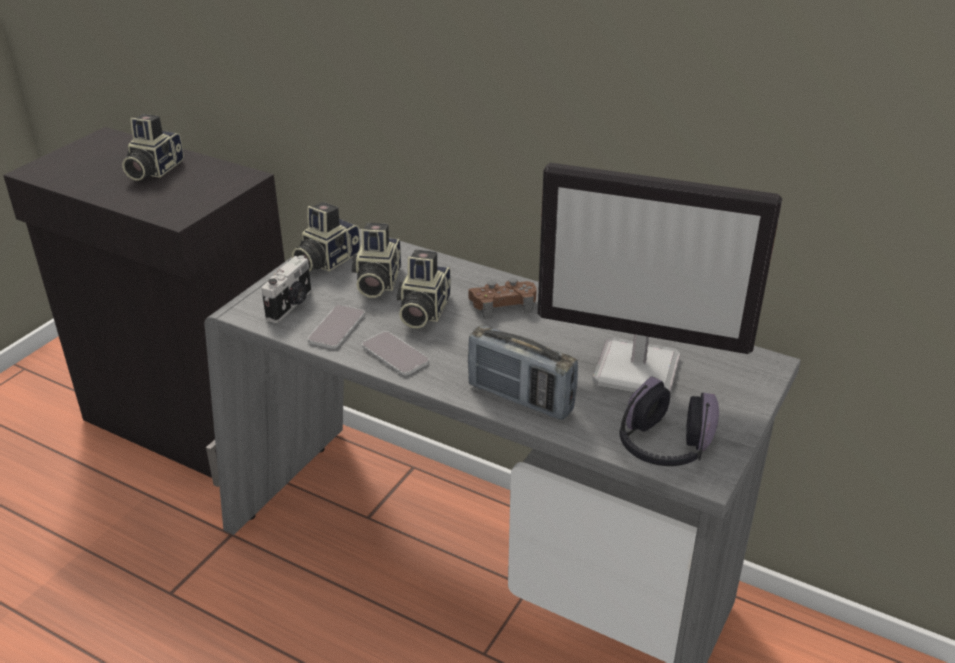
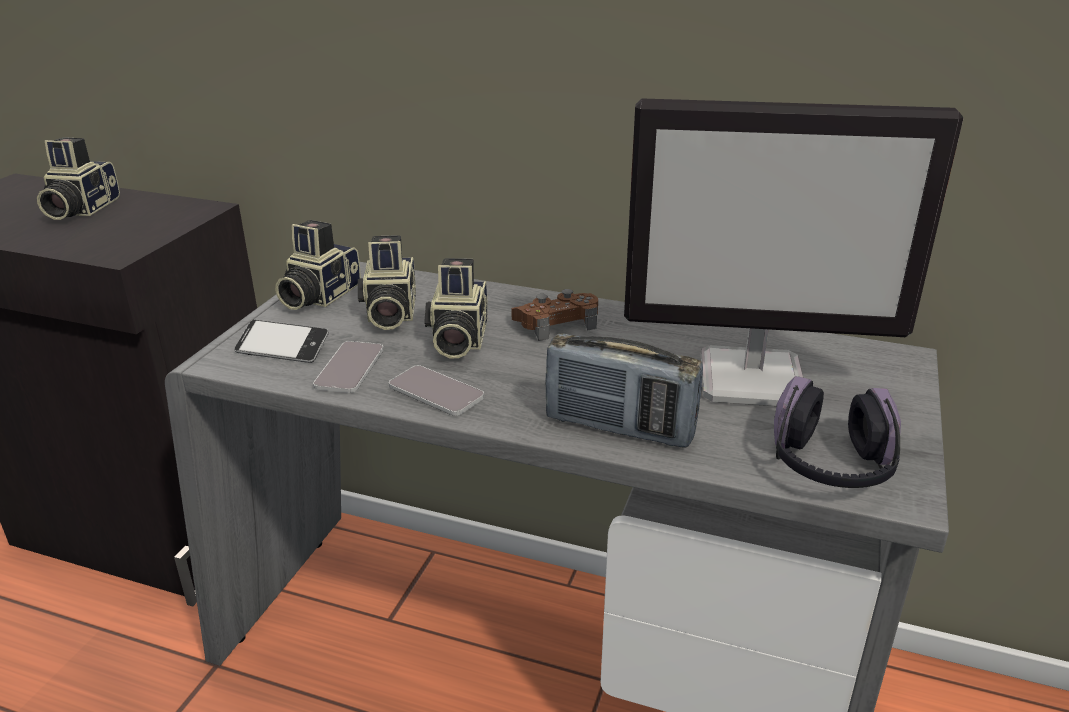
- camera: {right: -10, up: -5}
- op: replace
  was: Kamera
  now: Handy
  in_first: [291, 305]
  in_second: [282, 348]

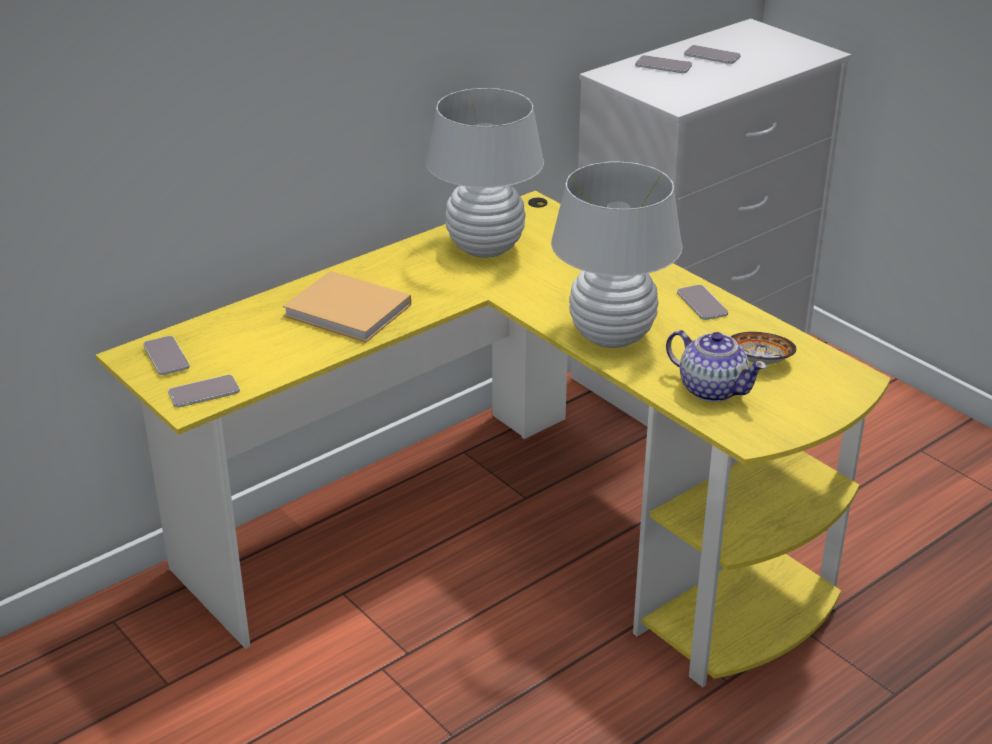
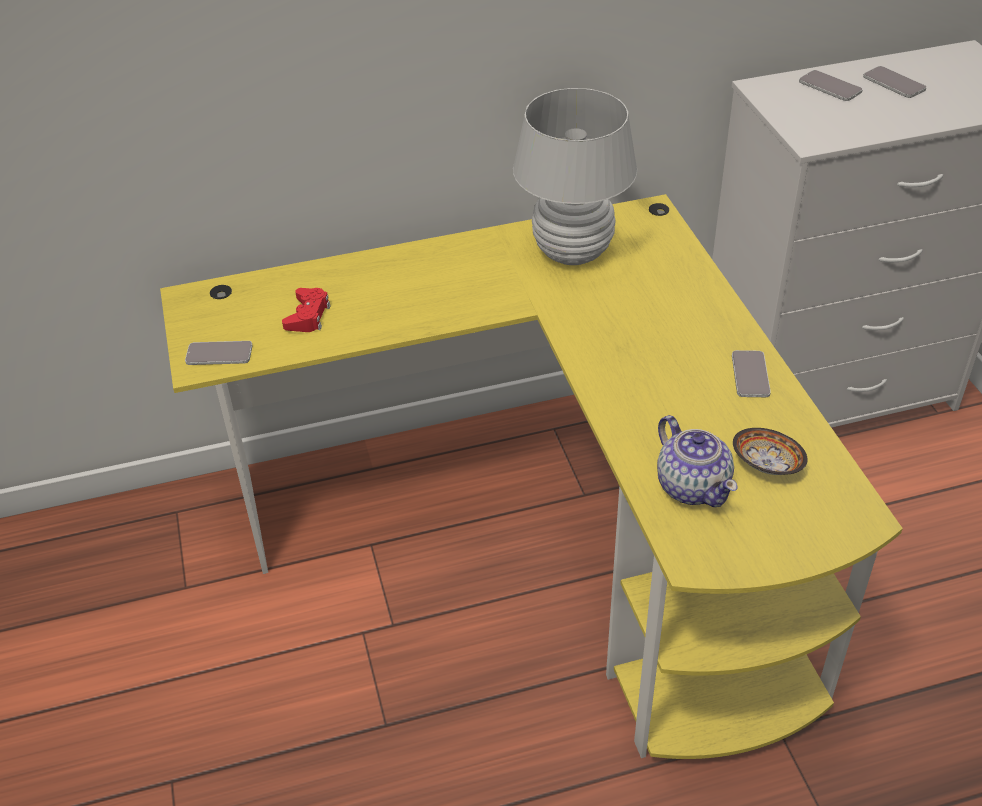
- camera: {right: 25, up: 10}
- op: insert
  now: Gamepad (rot)
  in_second: [308, 316]
- op: delete
  was: Handy
  in_first: [166, 357]
- op: delete
  was: Buch (beige)
  in_first: [350, 311]
- op: delete
  was: Tischlampe (weiß)
  in_first: [611, 336]

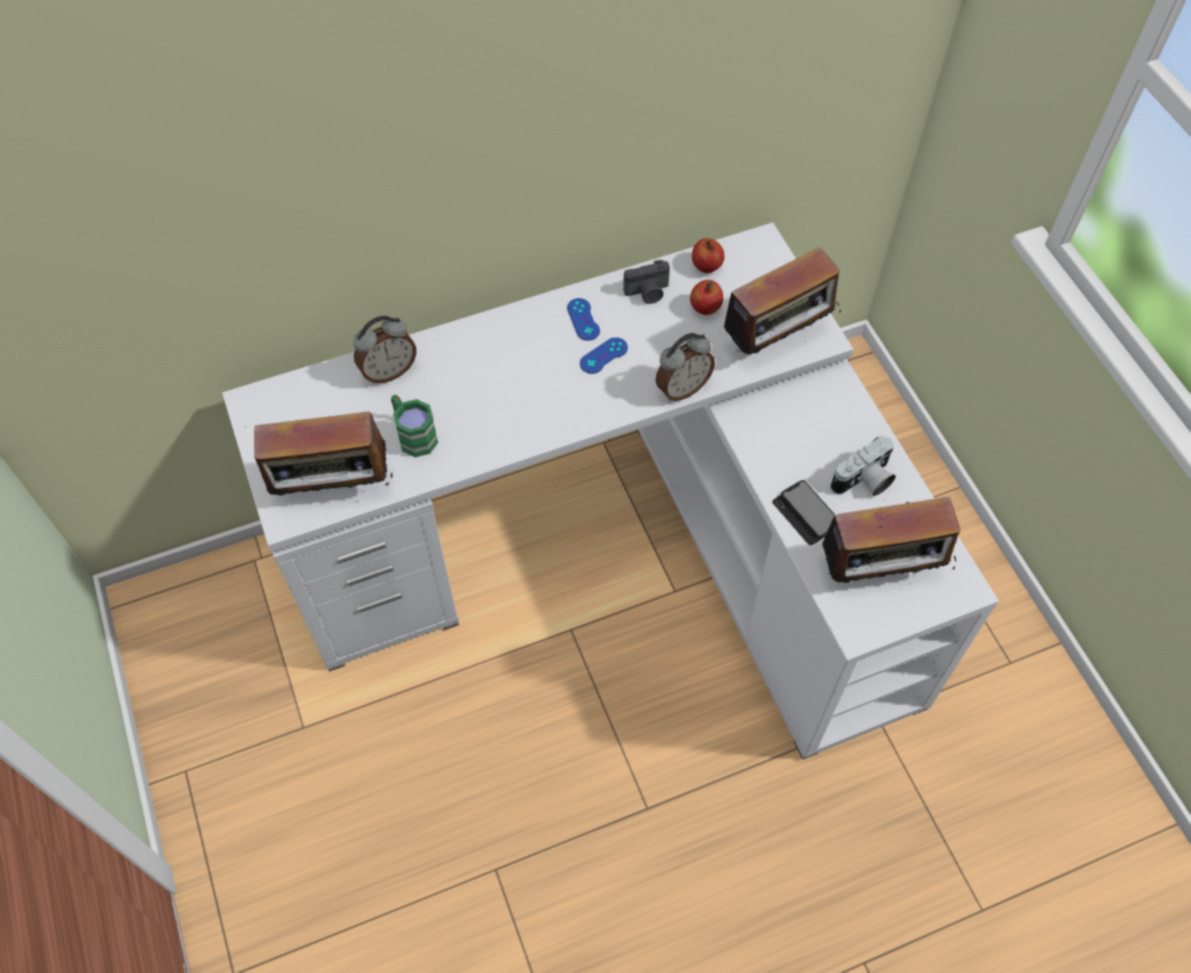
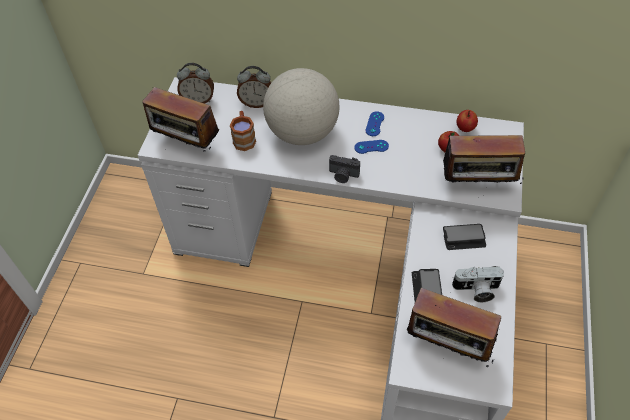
- camera: {right: 35, up: -5}
- op: move
  was: Wecker
  in_first: [682, 388]
  in_second: [198, 100]
- op: recolor
  was: Henkelbecher (grün)
  now: Henkelbecher (braun)
  in_first: [413, 434]
  in_second: [244, 138]
- op: insert
  now: Globus
  in_second: [302, 132]
- op: move
  was: Kamera
  in_first: [648, 293]
  in_second: [343, 175]
- op: insert
  now: Handy
  in_second: [464, 237]

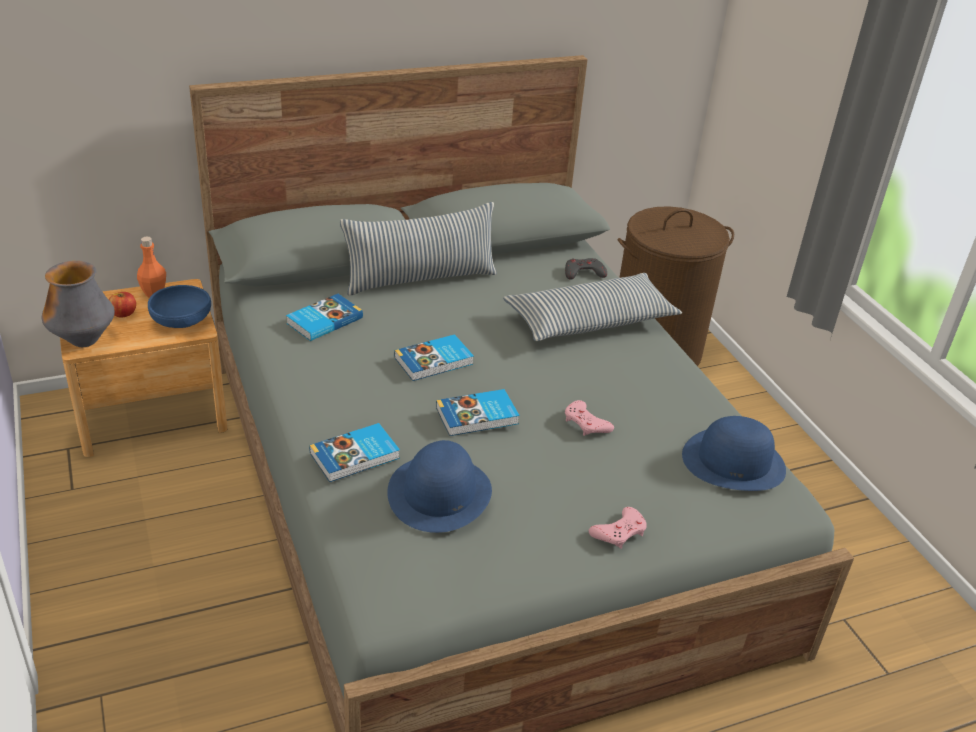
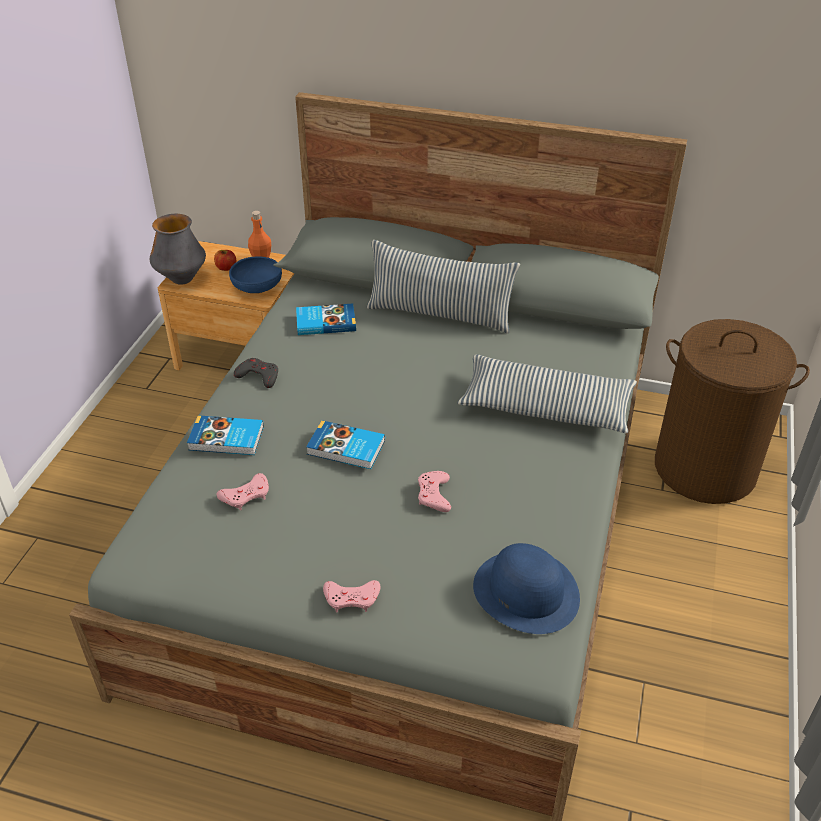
- camera: {right: 40, up: 5}
- op: replace
  was: Hut (blau)
  now: Gamepad (rosa)
  in_first: [439, 493]
  in_second: [246, 495]
- op: move
  was: Gamepad (grau)
  in_first: [583, 273]
  in_second: [258, 376]
- op: delete
  was: Buch
  in_first: [435, 361]

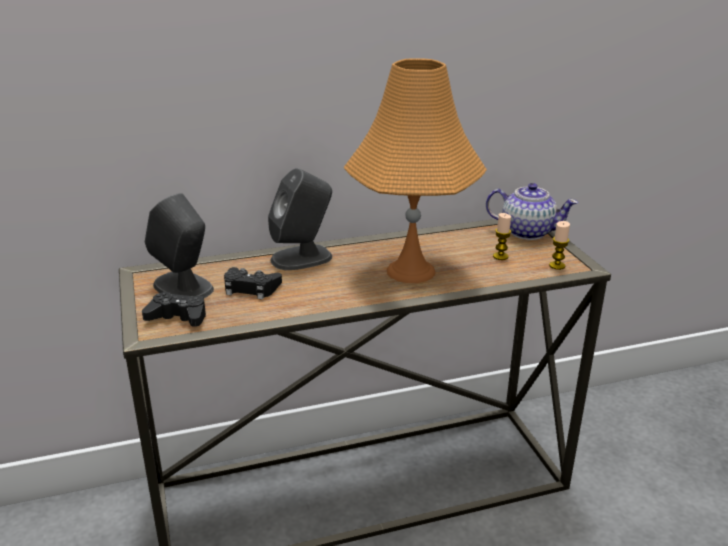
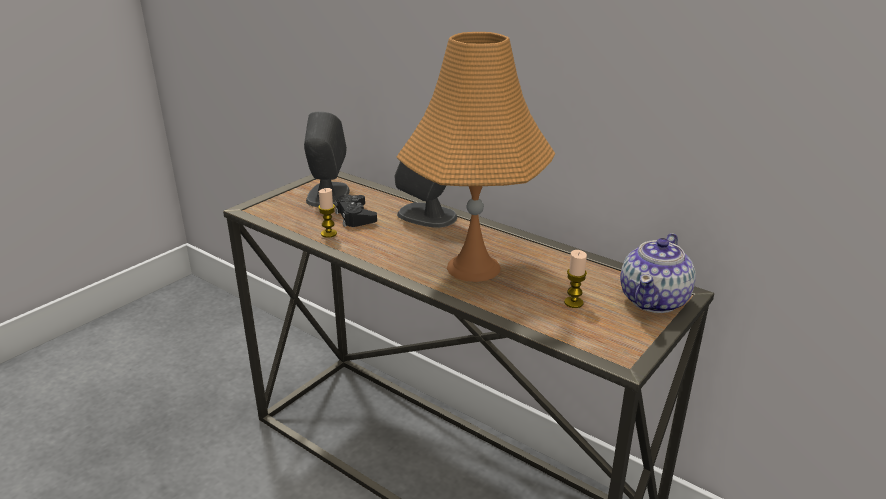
- camera: {right: 55, up: 0}
- op: move
  was: Kerze
  in_first: [557, 266]
  in_second: [328, 233]
- op: rotate
  was: Teekanne
  in_first: [526, 232]
  in_second: [654, 300]
  clockwise: 45
- op: delete
  was: Gamepad (schwarz)
  in_first: [178, 317]

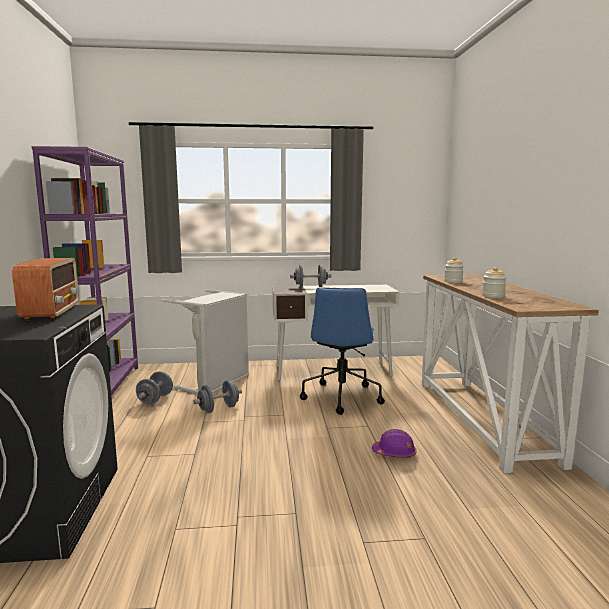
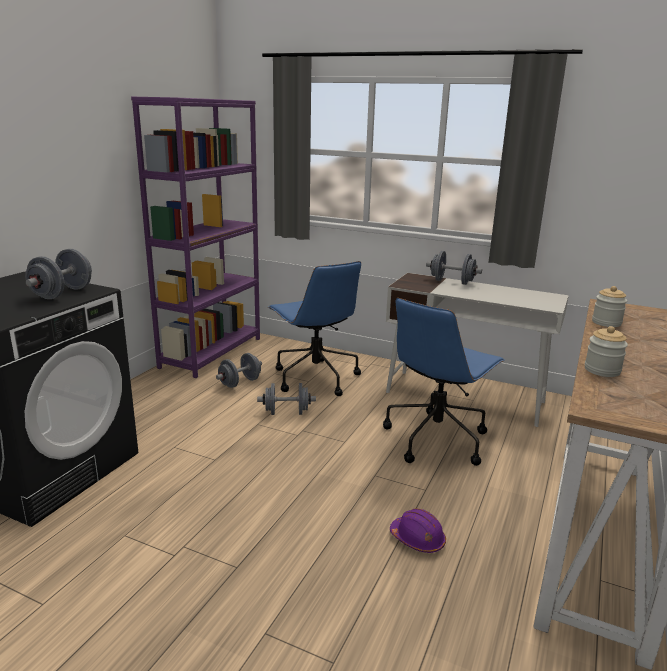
- camera: {right: 30, up: 10}
- op: replace
  was: Radio
  now: Hantel (grau)
  in_first: [52, 312]
  in_second: [62, 293]
- op: replace
  was: Wäschekorb (grau)
  now: Bürostuhl (blau)
  in_first: [215, 382]
  in_second: [315, 377]

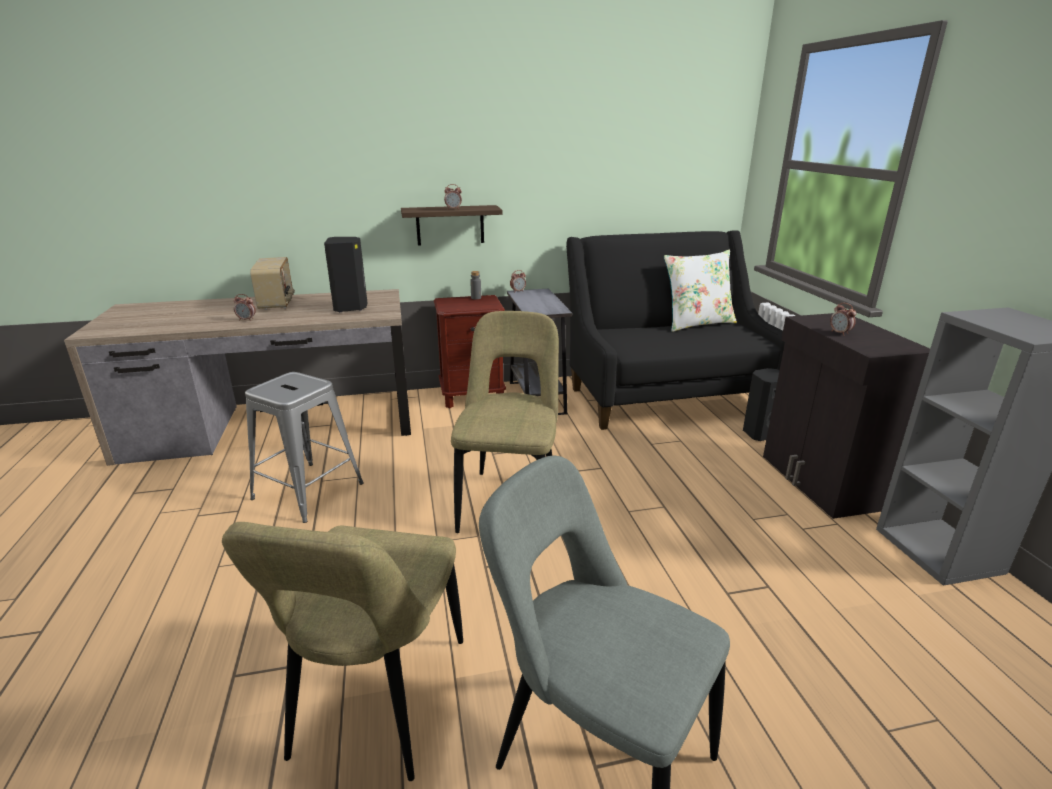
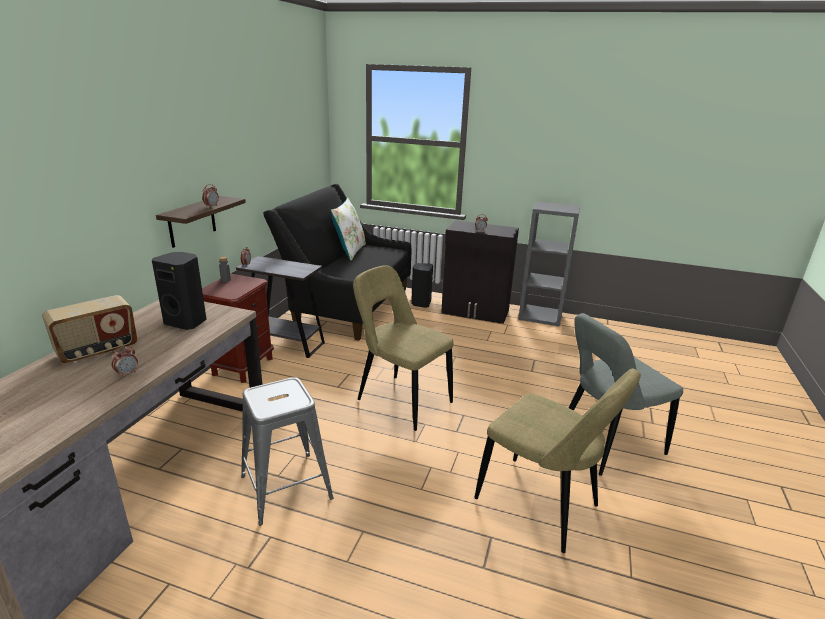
- camera: {right: -60, up: 0}
- op: rotate
  was: Radio
  in_first: [277, 303]
  in_second: [98, 351]
  clockwise: 120

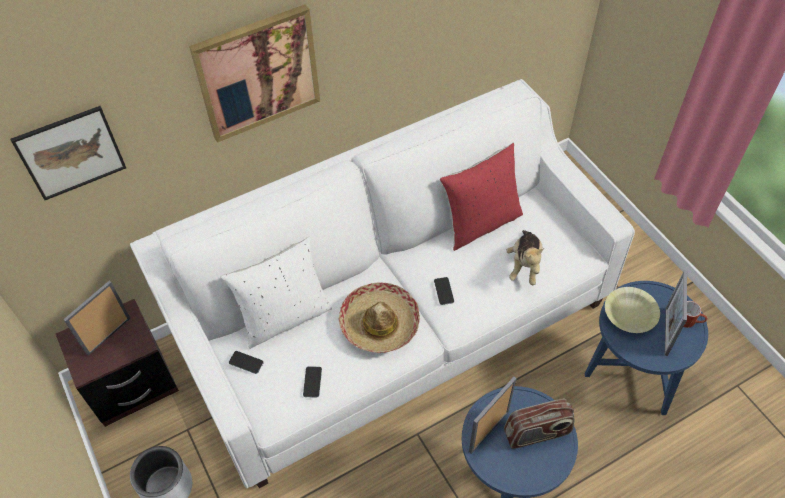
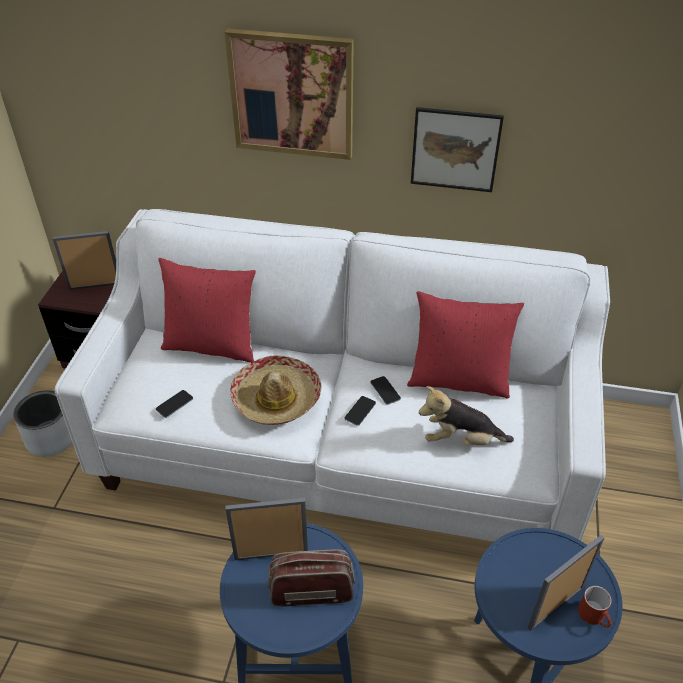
- camera: {right: 40, up: -10}
- op: recolor
  was: Kissen (weiß)
  now: Kissen (rot)
  in_first: [284, 317]
  in_second: [212, 345]
- op: rotate
  was: Radio
  in_first: [537, 433]
  in_second: [311, 592]
  clockwise: 150
- op: move
  was: Handy
  in_first: [246, 362]
  in_second: [385, 390]
- op: move
  was: Bild
  in_first: [71, 153]
  in_second: [455, 149]
- op: rotate
  was: Plüschtier
  in_first: [524, 265]
  in_second: [461, 440]
  clockwise: 45
- op: delete
  was: Schüssel (gelb)
  in_first: [630, 314]

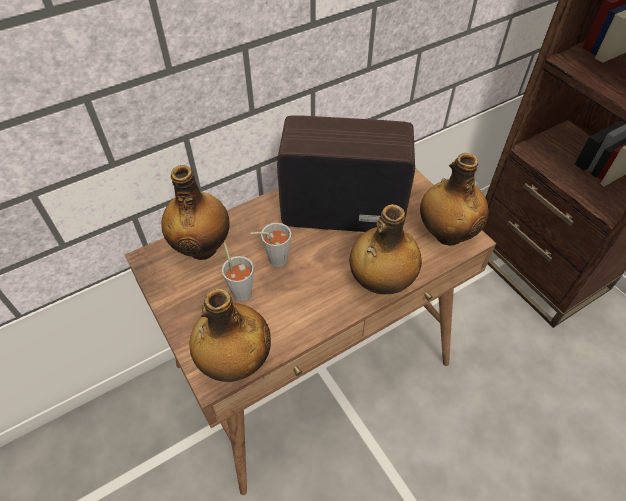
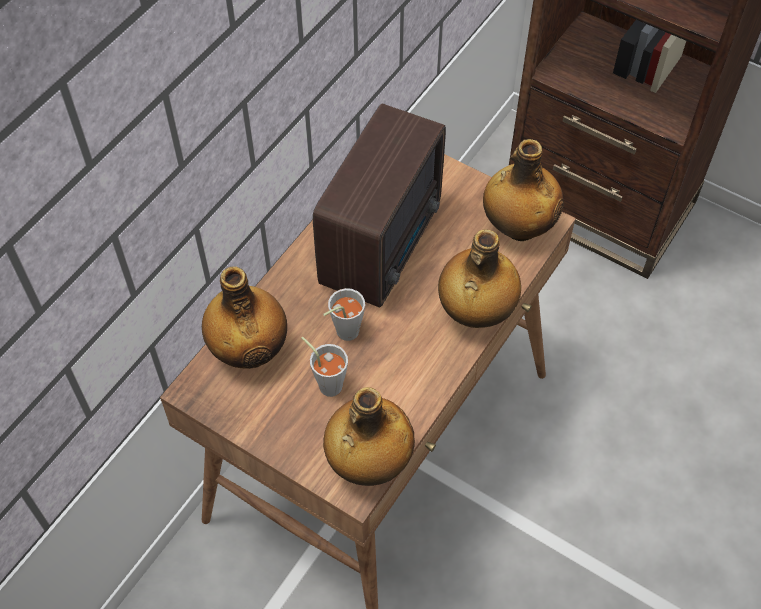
- camera: {right: -25, up: 5}
- op: rotate
  was: Radio
  in_first: [339, 211]
  in_second: [385, 243]
  clockwise: 135

